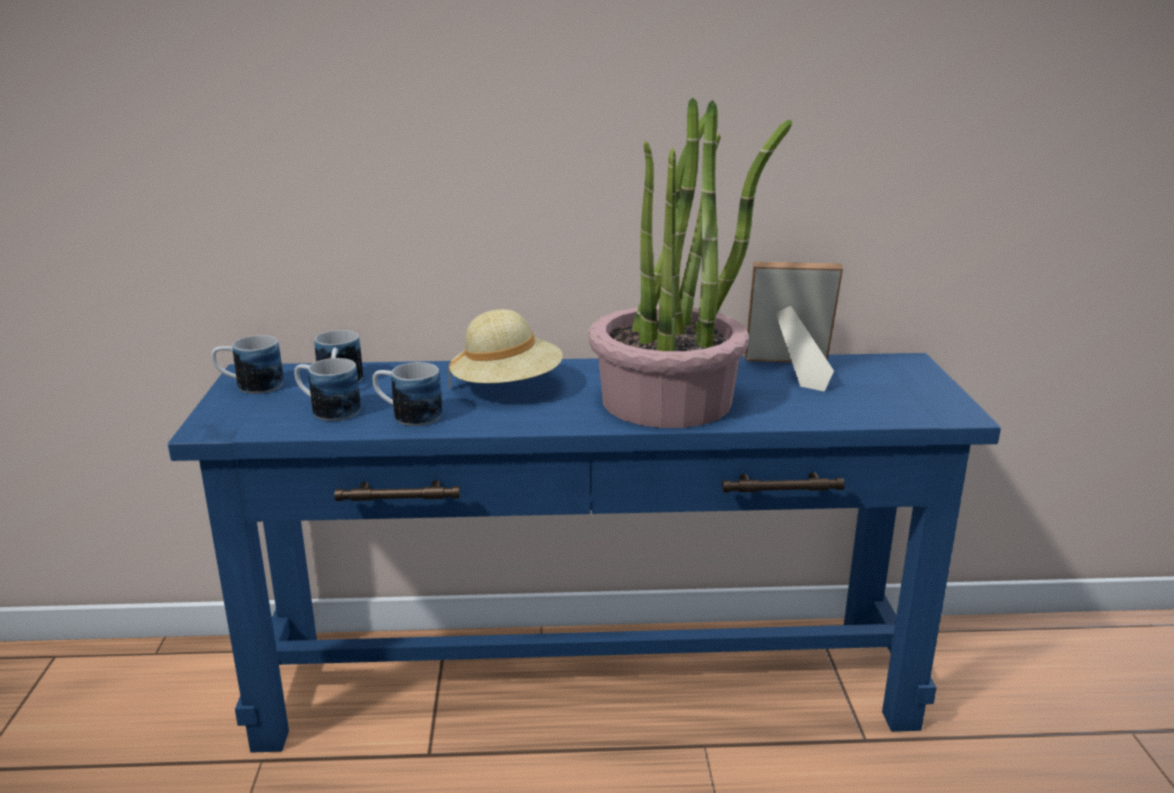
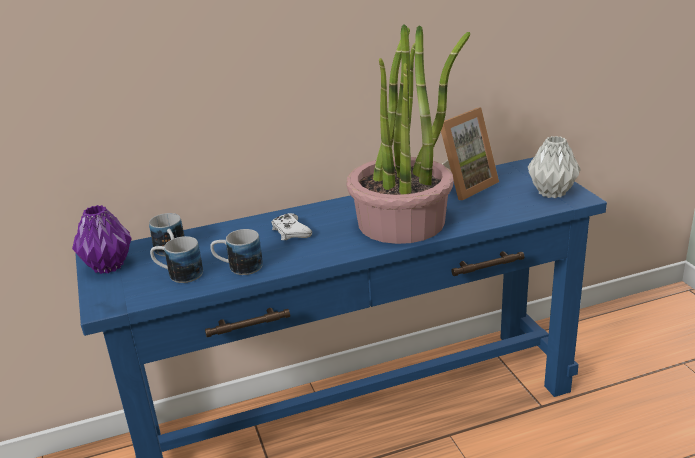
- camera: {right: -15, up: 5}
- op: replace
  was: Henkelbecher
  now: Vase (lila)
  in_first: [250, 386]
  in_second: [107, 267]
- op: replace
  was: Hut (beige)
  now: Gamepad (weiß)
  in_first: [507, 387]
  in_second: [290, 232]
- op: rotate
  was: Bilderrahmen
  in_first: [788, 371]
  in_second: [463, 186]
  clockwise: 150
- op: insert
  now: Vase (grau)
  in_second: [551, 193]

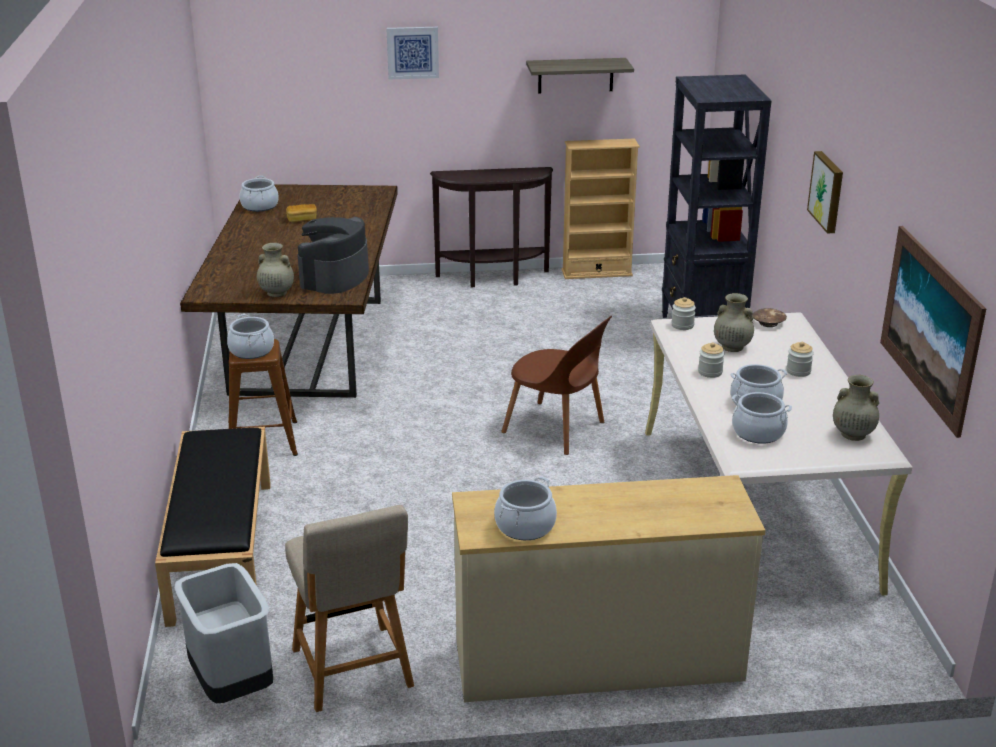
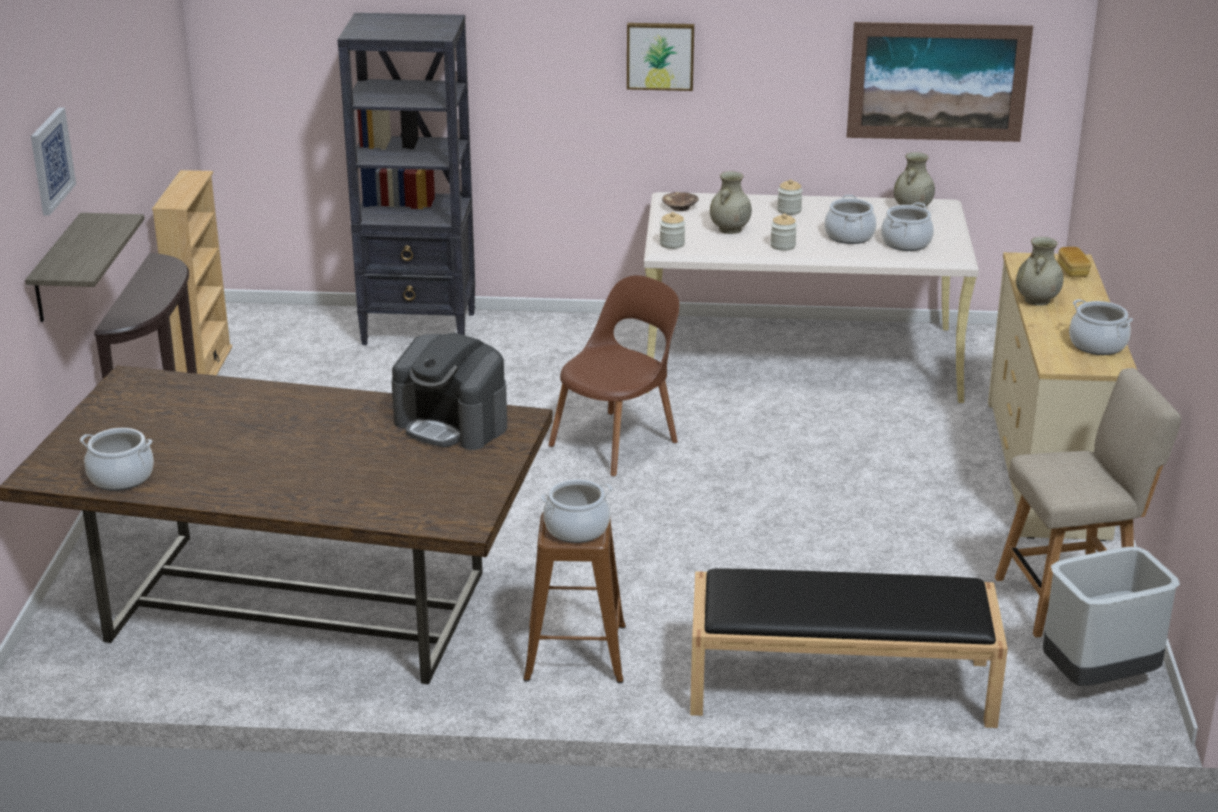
- camera: {right: -80, up: 0}
- op: move
  was: Wandregal
  in_first: [575, 75]
  in_second: [57, 270]
- op: move
  was: Vase (beige)
  in_first: [276, 293]
  in_second: [1037, 300]
- op: move
  was: Brot
  in_first: [302, 219]
  in_second: [1072, 271]

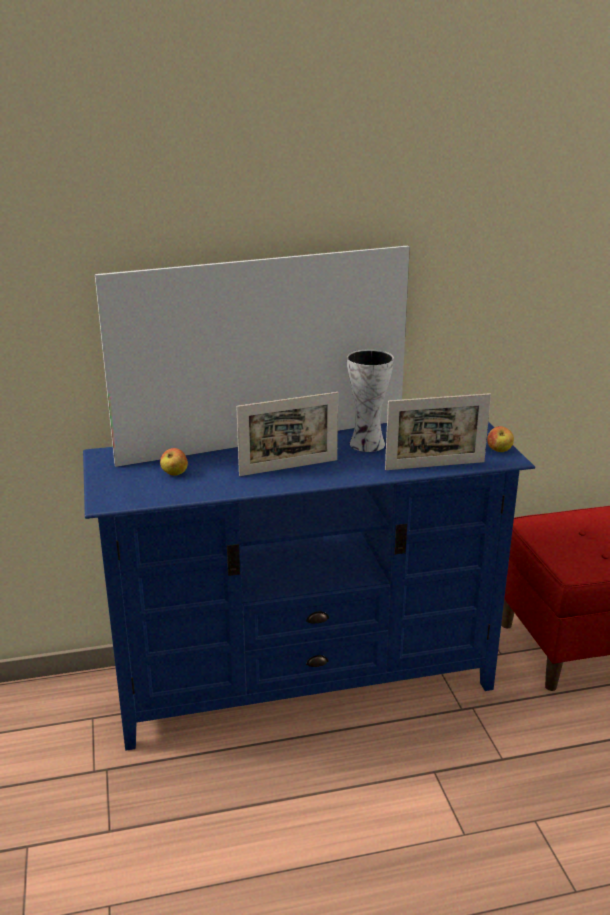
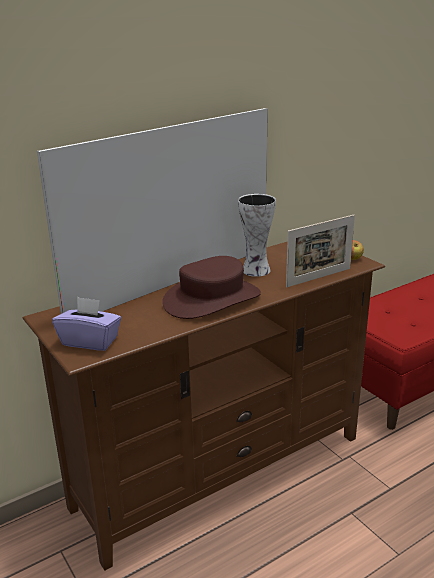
- camera: {right: -20, up: 0}
- op: recolor
  was: Fernsehschrank (blau)
  now: Fernsehschrank (braun)
  in_first: [305, 682]
  in_second: [220, 470]
- op: insert
  now: Taschentuchbox (lila)
  in_second: [90, 341]
- op: replace
  was: Bilderrahmen
  now: Hut (braun)
  in_first: [288, 467]
  in_second: [212, 299]
- op: delete
  was: Apfel
  in_first: [174, 473]

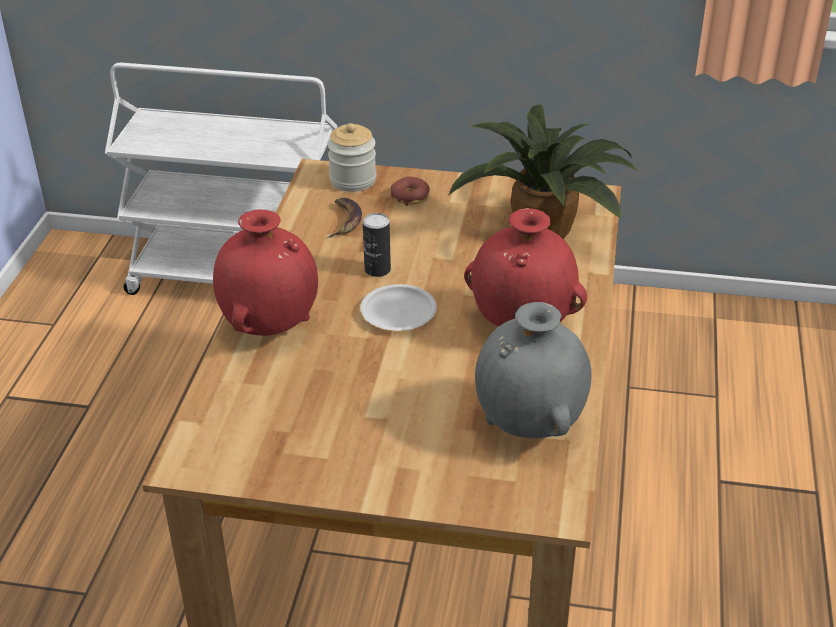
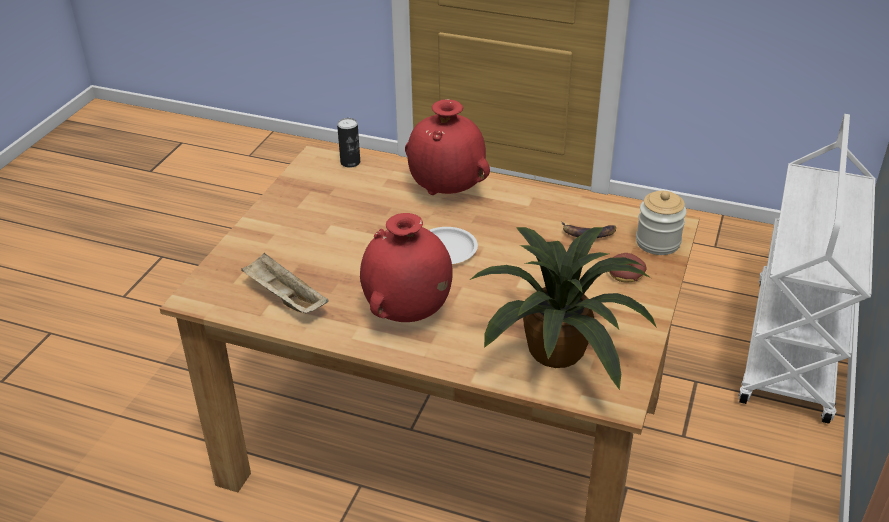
- camera: {right: 100, up: 0}
- op: replace
  was: Vase (grau)
  now: Tablett (beige)
  in_first: [530, 426]
  in_second: [284, 298]
- op: move
  was: Dose
  in_first: [377, 270]
  in_second: [350, 162]

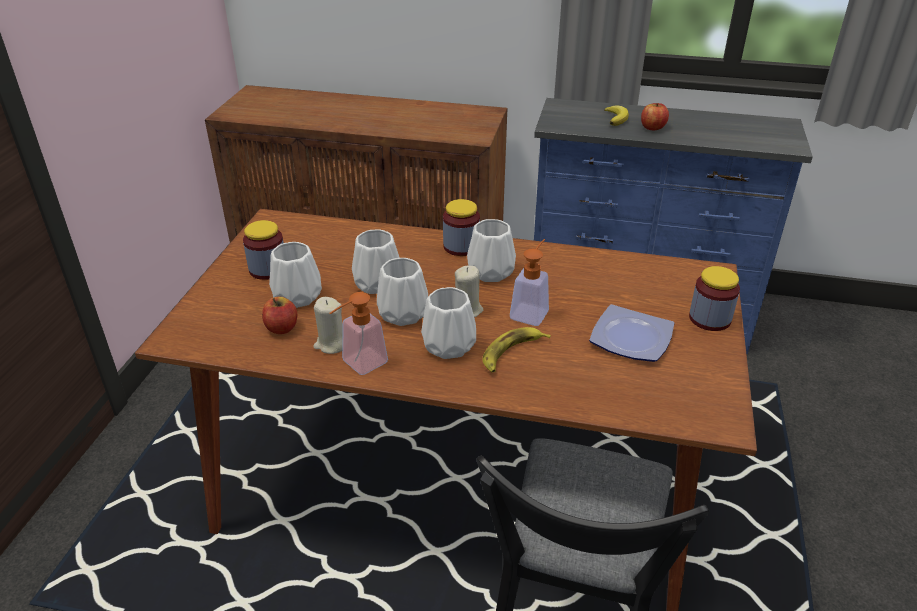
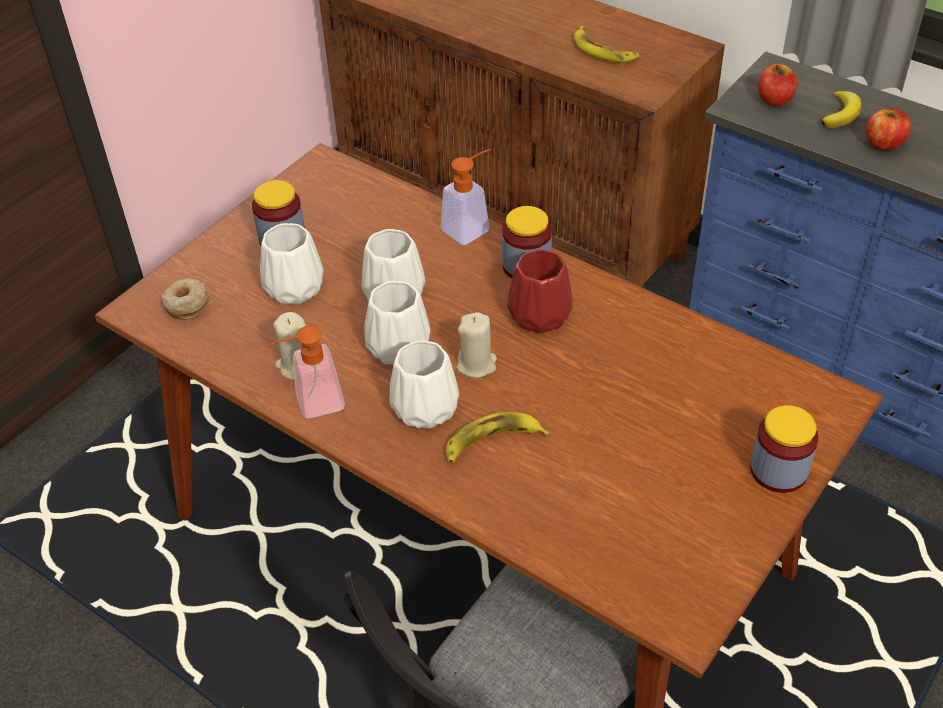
- camera: {right: 25, up: 10}
- op: insert
  now: Donut
  in_second: [186, 305]
- op: move
  was: Seifenspender
  in_first: [531, 311]
  in_second: [471, 227]
- op: recolor
  was: Vase (weiß)
  now: Vase (rot)
  in_first: [489, 272]
  in_second: [538, 316]
- op: insert
  now: Banane
  in_second: [603, 51]
- op: move
  was: Apfel
  in_first: [282, 328]
  in_second: [774, 100]
- op: delete
  was: Teller
  in_first: [629, 338]

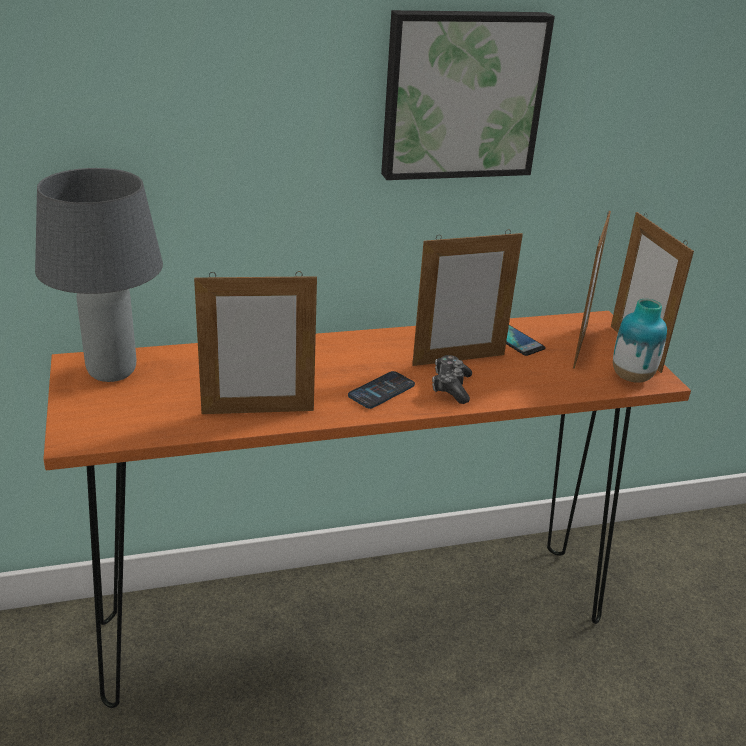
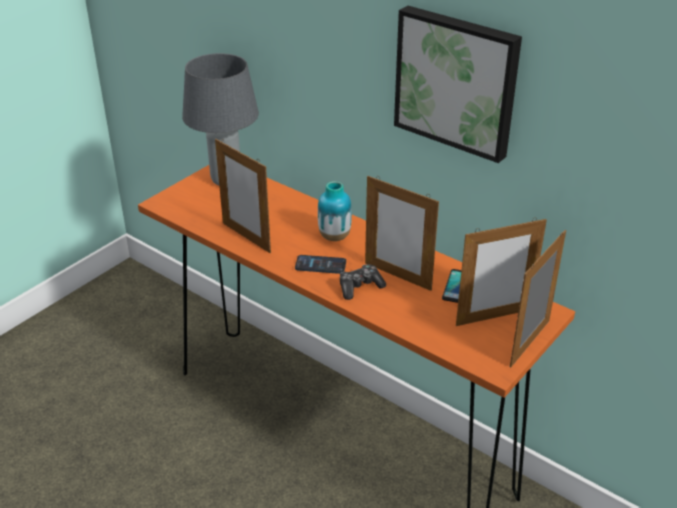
- camera: {right: 55, up: 5}
- op: move
  was: Vase
  in_first: [631, 377]
  in_second: [334, 236]

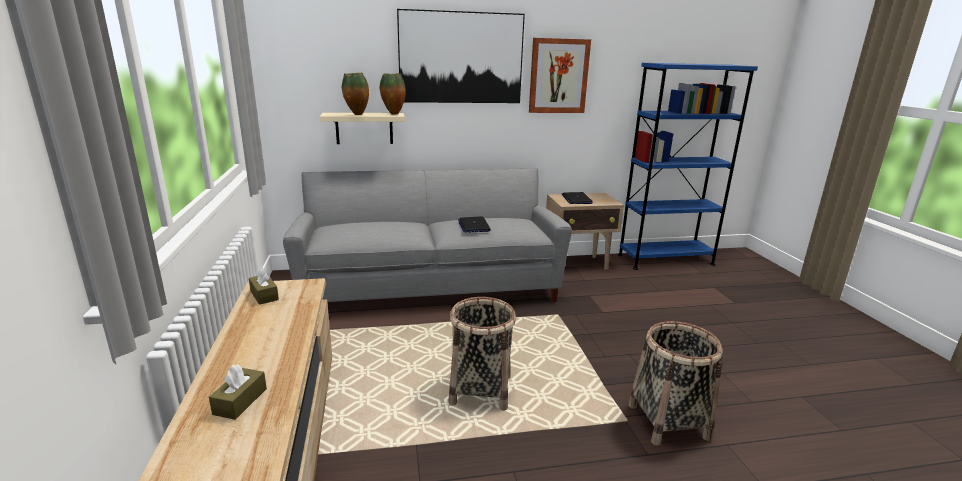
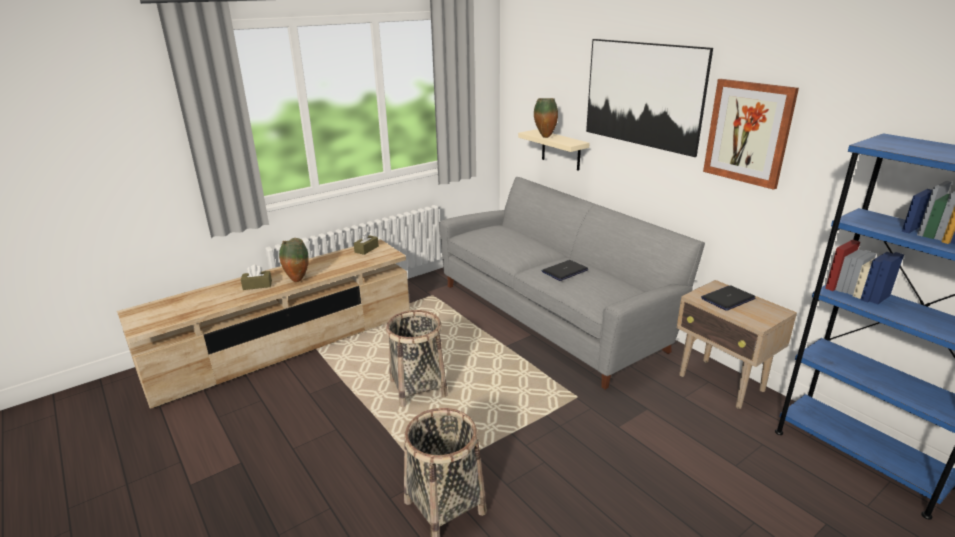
- camera: {right: 65, up: 5}
- op: move
  was: Vase
  in_first: [393, 114]
  in_second: [297, 280]

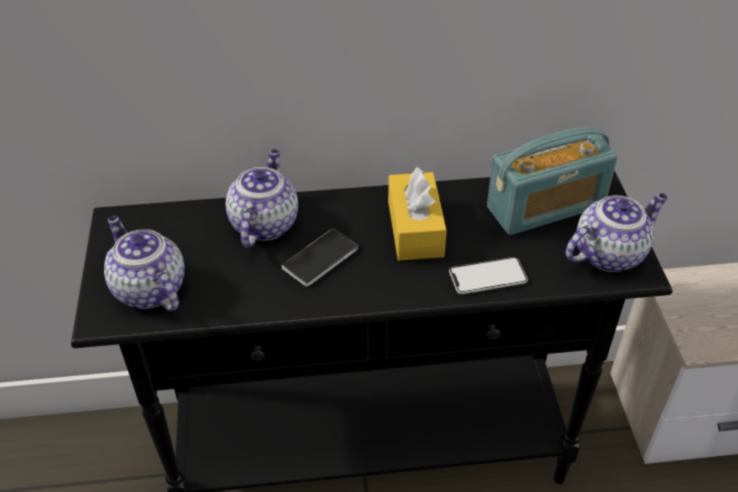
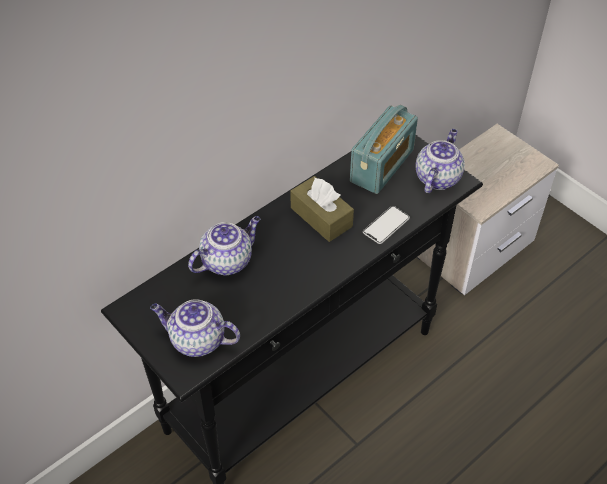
- camera: {right: -35, up: 5}
- op: rotate
  was: Teekanne
  in_first: [264, 223]
  in_second: [227, 260]
  clockwise: 75
- op: recolor
  was: Taschentuchbox (gelb)
  now: Taschentuchbox (braun)
  in_first: [415, 229]
  in_second: [321, 217]
- op: delete
  was: Handy
  in_first: [320, 259]

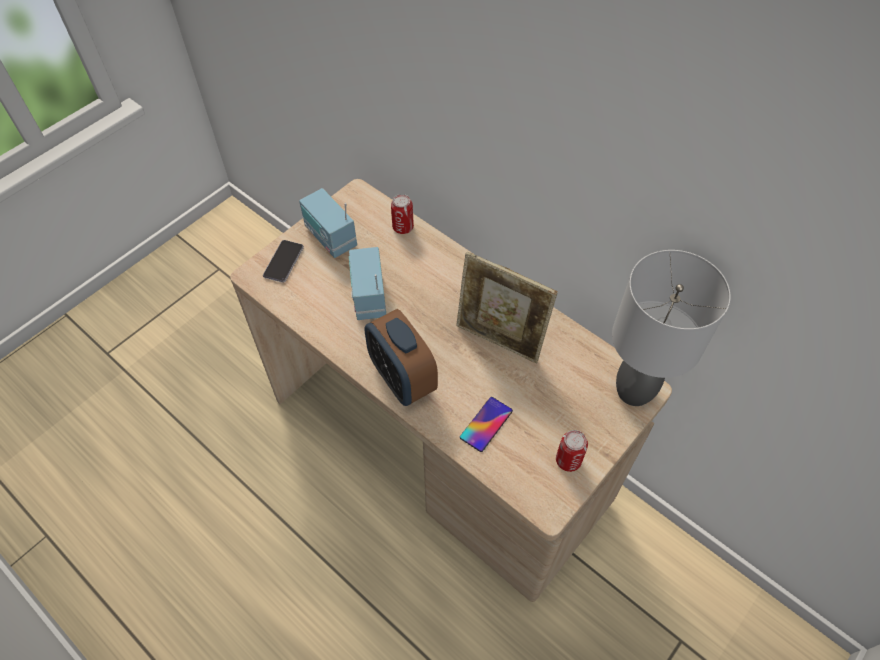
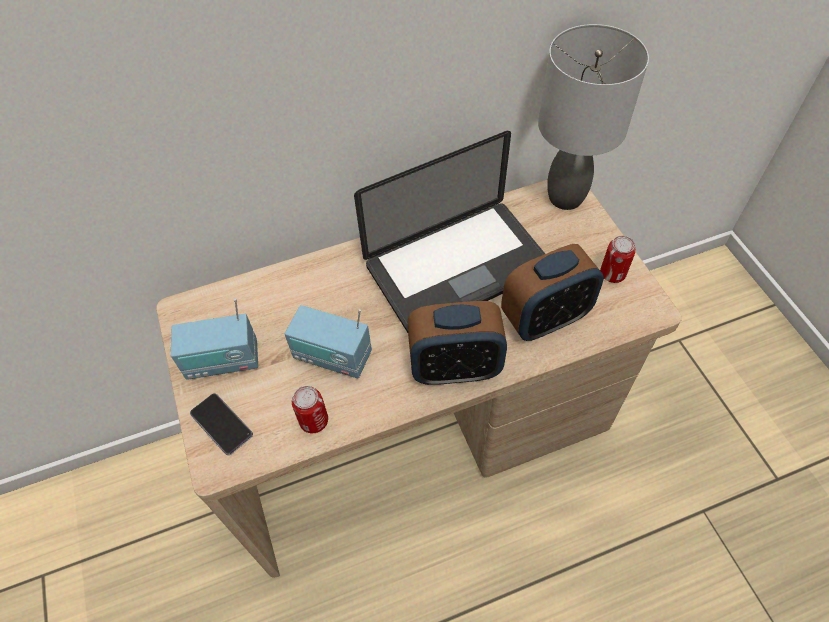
- camera: {right: -60, up: 0}
- op: move
  was: Dose
  in_first: [403, 227]
  in_second: [314, 421]
- op: replace
  was: Bilderrahmen
  now: Laptop
  in_first: [499, 341]
  in_second: [458, 268]
- op: replace
  was: Handy
  now: Wecker
  in_first: [486, 424]
  in_second: [545, 319]

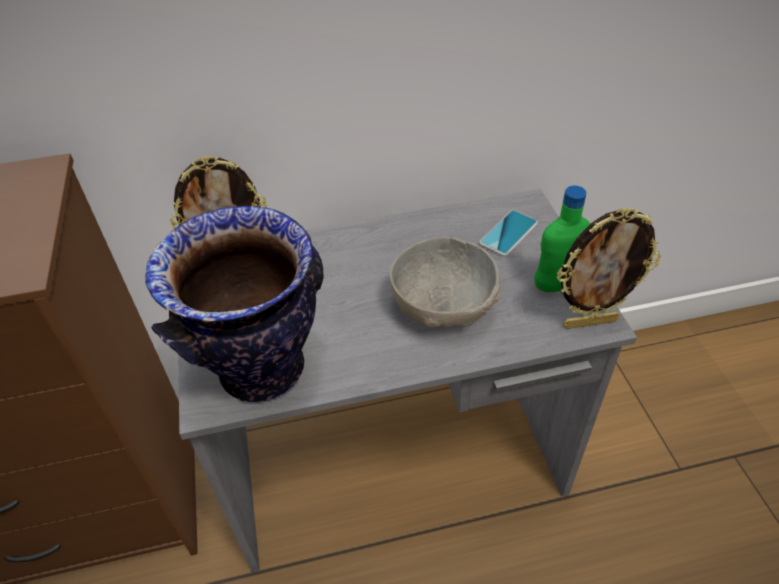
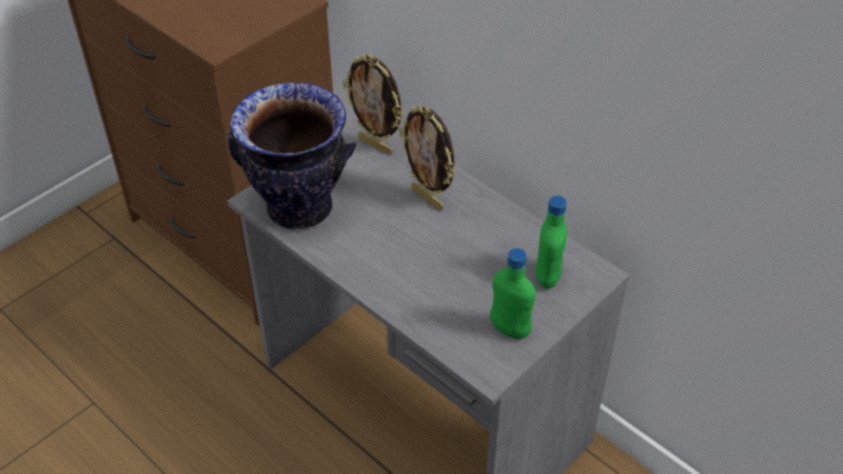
- camera: {right: 55, up: 0}
- op: move
  was: Bilderrahmen
  in_first: [590, 322]
  in_second: [428, 198]
- op: replace
  was: Handy
  now: Flasche (grün)
  in_first: [508, 233]
  in_second: [547, 276]
- op: delete
  was: Schüssel (grau)
  in_first: [443, 306]

